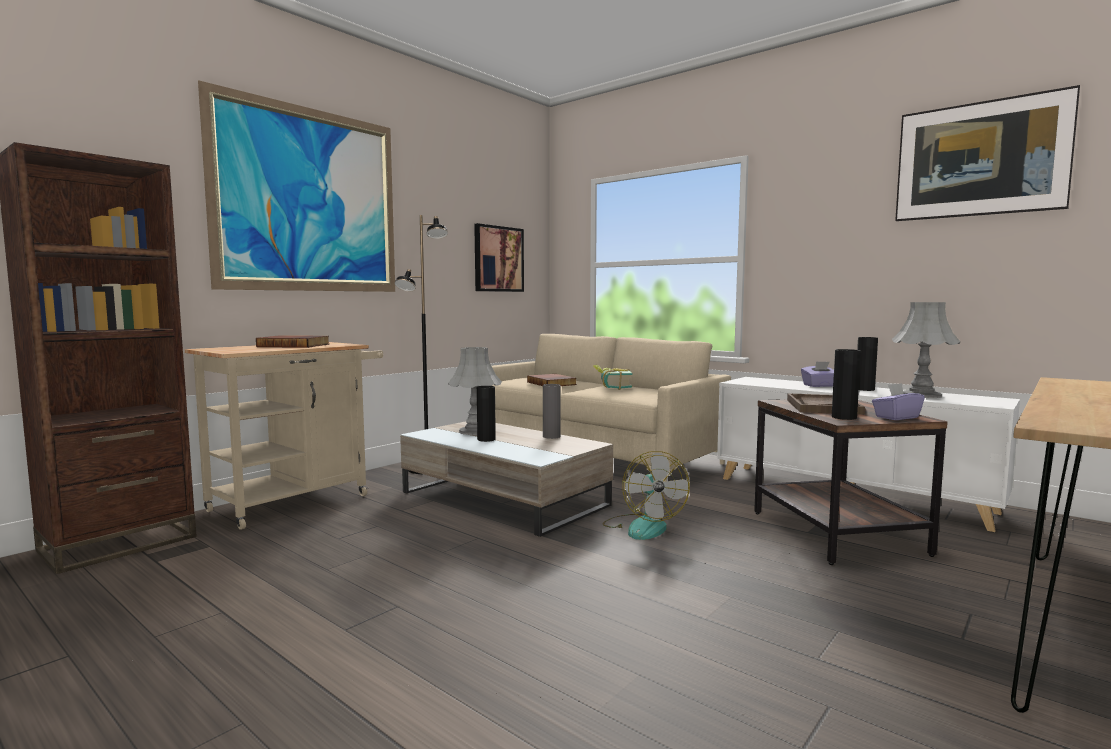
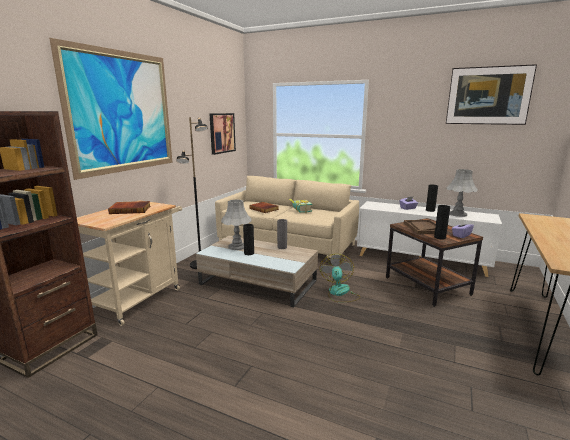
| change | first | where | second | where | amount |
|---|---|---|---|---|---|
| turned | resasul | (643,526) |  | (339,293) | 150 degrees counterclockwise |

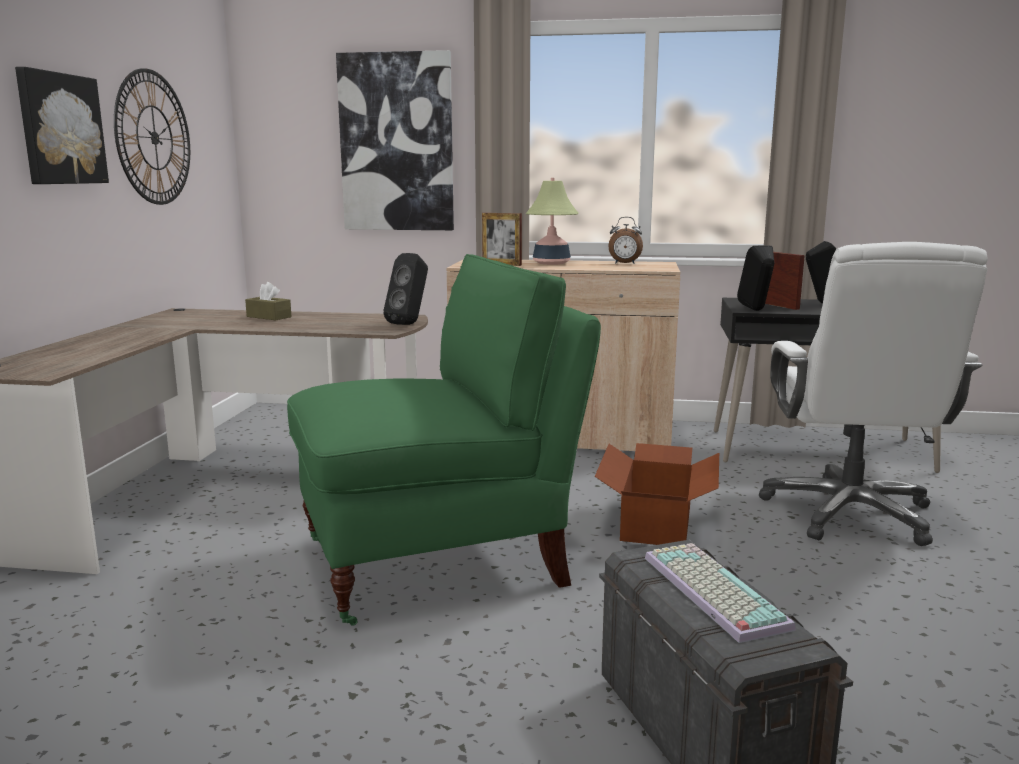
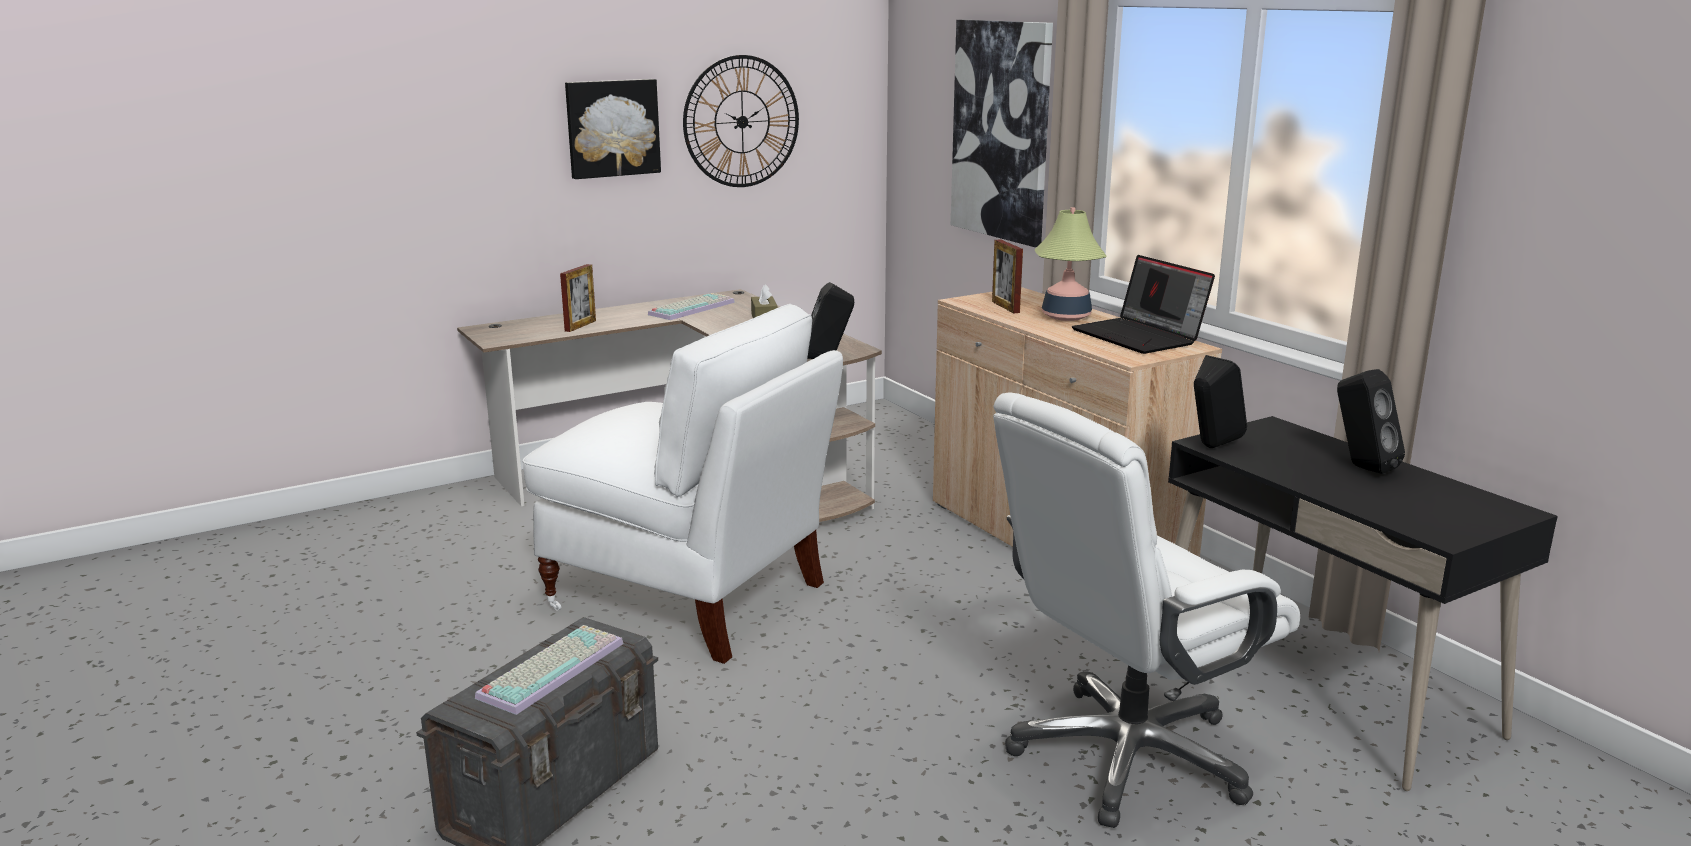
| change | first | where | second | where | amount |
|---|---|---|---|---|---|
| recoloured | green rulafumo | (438,561) | white rulafumo | (690,597) |  |
| removed | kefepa | (657,523) |  |  |  |
| replaced | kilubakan | (624,263) | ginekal | (1140,337) |  |
| moved | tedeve | (781,306) |  | (580,326) |  |
| added |  |  | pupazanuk | (691,308) |  |

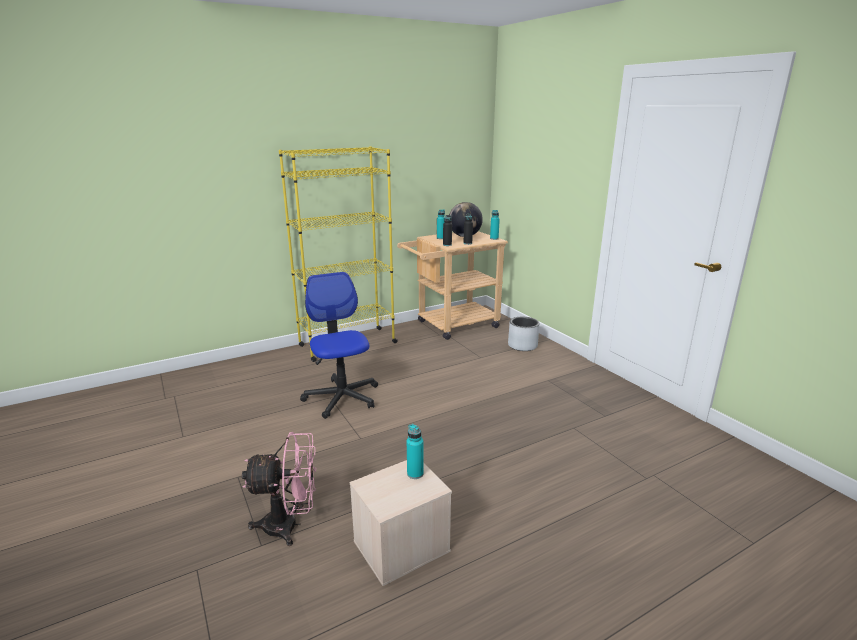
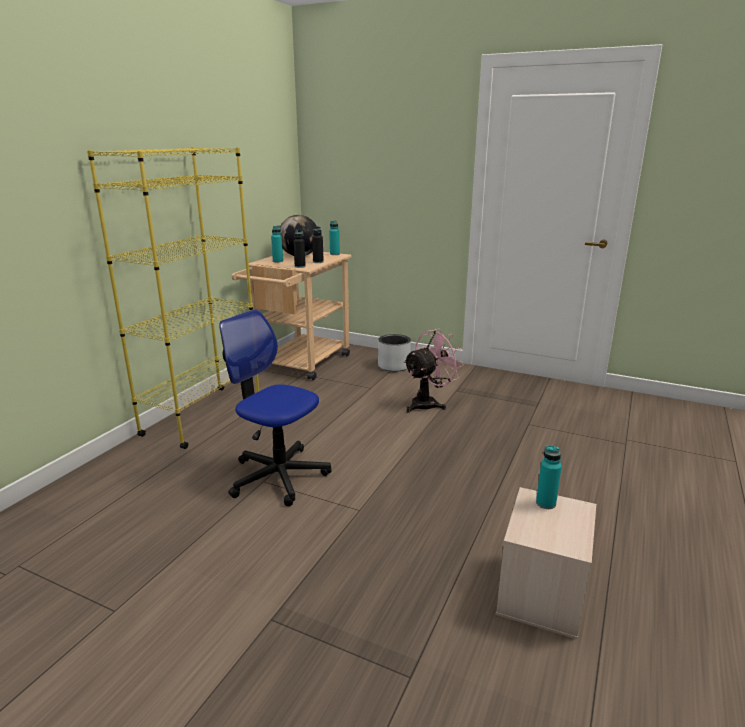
| change | first | where | second | where | amount |
|---|---|---|---|---|---|
| moved | pink resasul | (290,525) |  | (428,403) |  |

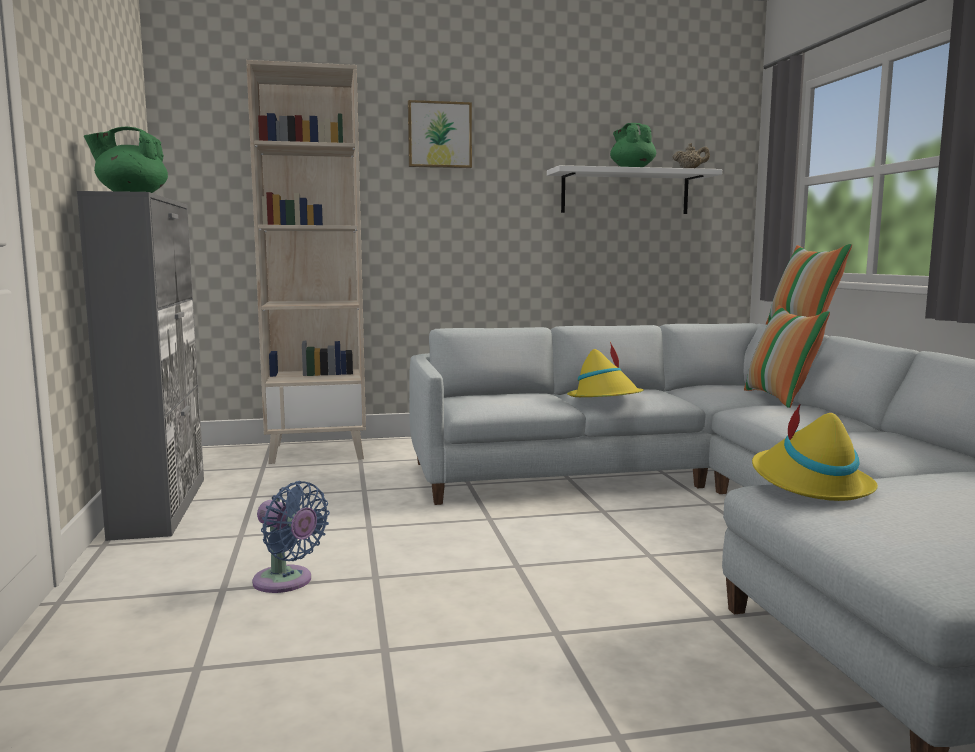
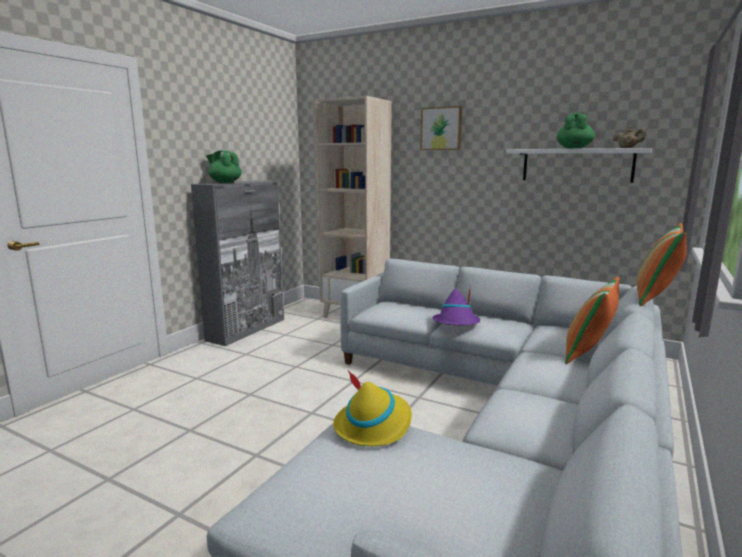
| change | first | where | second | where | amount |
|---|---|---|---|---|---|
| removed | blue resasul | (286,582) |  |  |  |
| recoloured | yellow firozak | (605,398) | purple firozak | (456,323) |  |

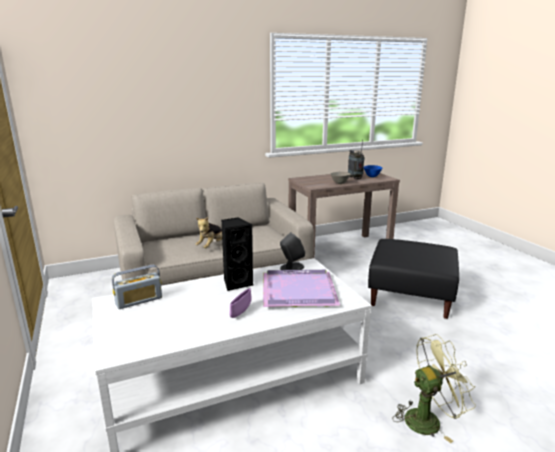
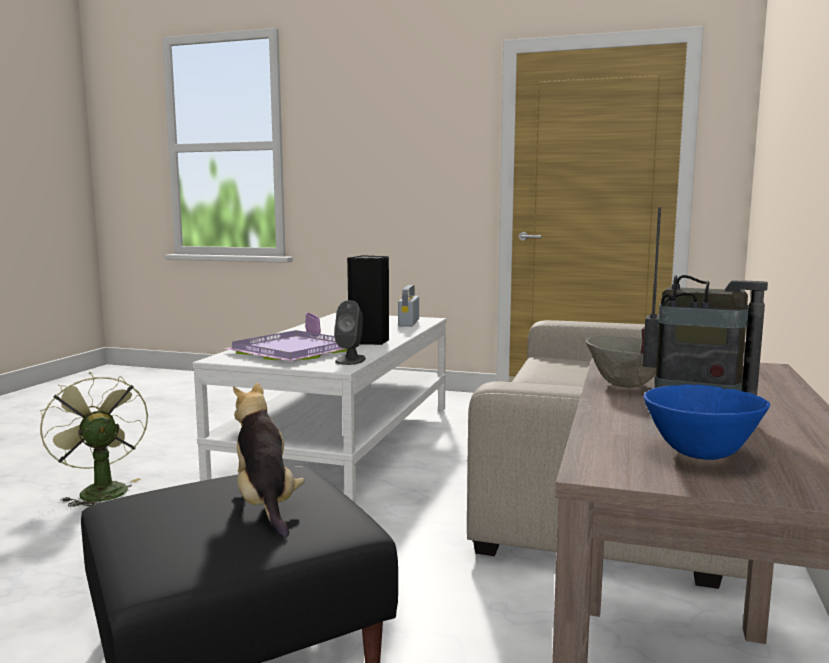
| change | first | where | second | where | amount |
|---|---|---|---|---|---|
| moved | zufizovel | (212,246) |  | (266,504) |  |
| turned | green resasul | (428,419) |  | (99,490) | 120 degrees clockwise |

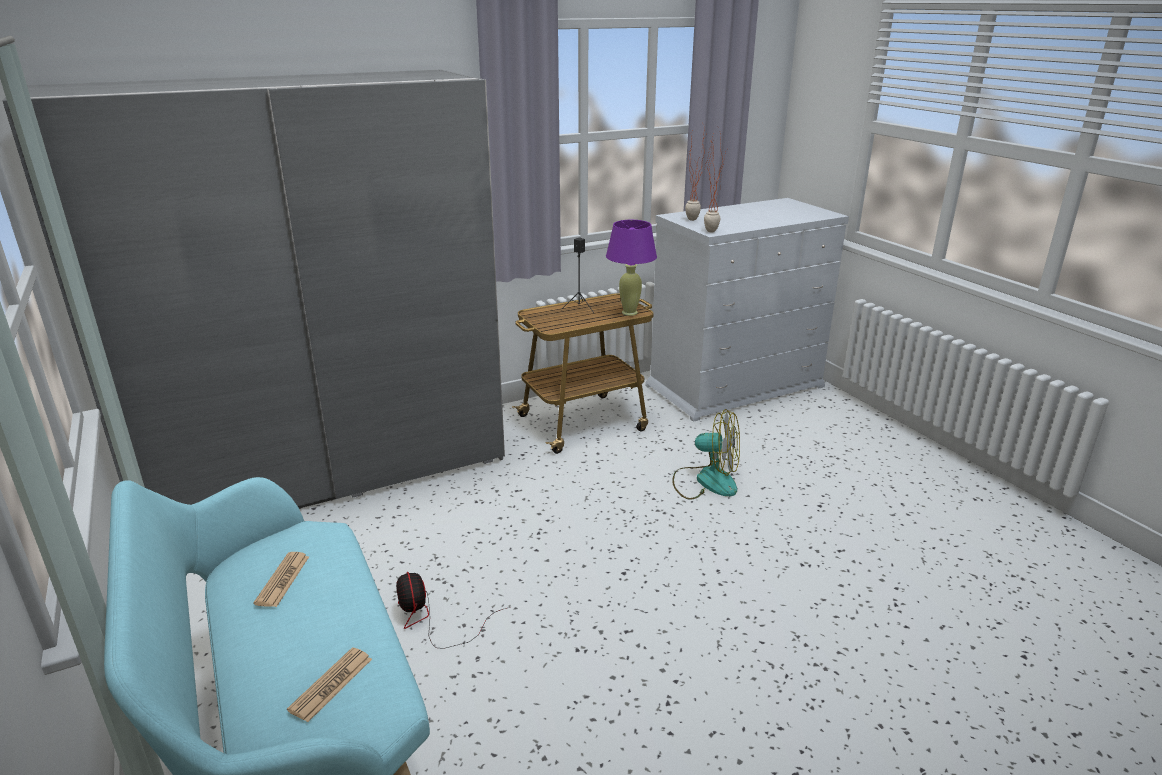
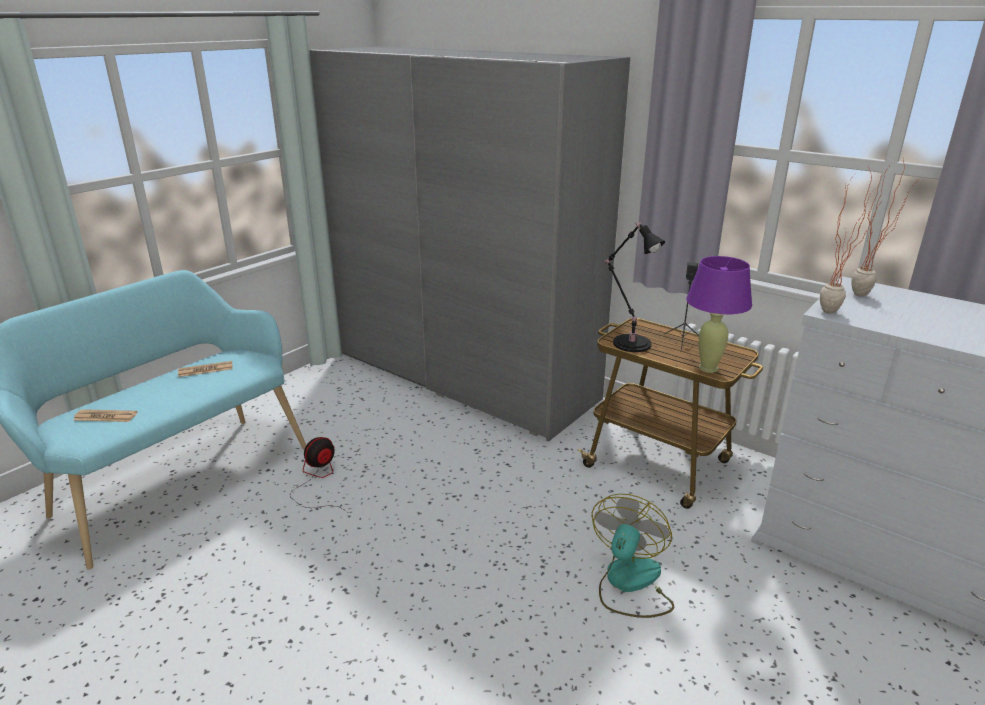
| change | first | where | second | where | amount |
|---|---|---|---|---|---|
| turned | resasul | (706,481) |  | (629,584) | 150 degrees counterclockwise |
| added |  |  | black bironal | (629,342) |  |

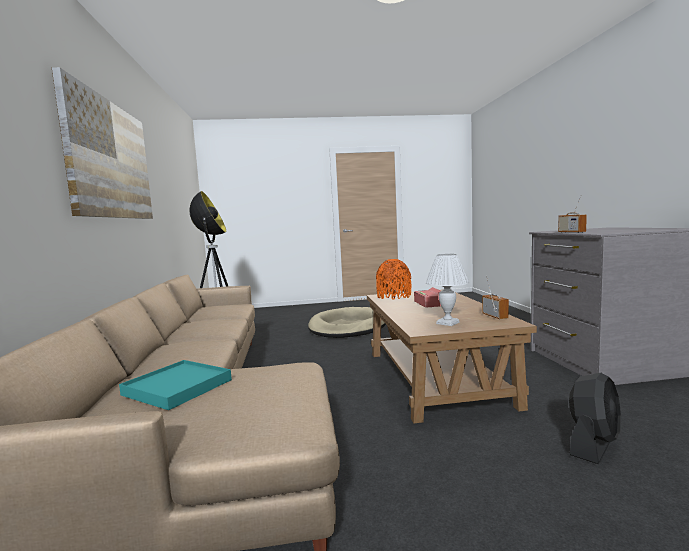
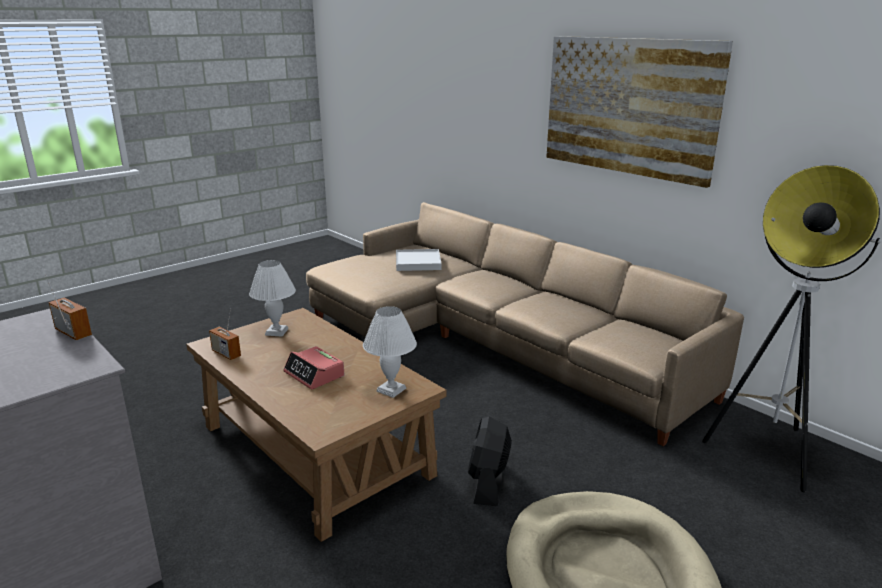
| change | first | where | second | where | amount |
|---|---|---|---|---|---|
| recoloured | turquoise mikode | (177,387) | white mikode | (418,262) |  |
| replaced | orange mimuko | (394,296) | white bironal | (391,389) |  |
| moved | black resasul | (593,444) |  | (488,483) |  |

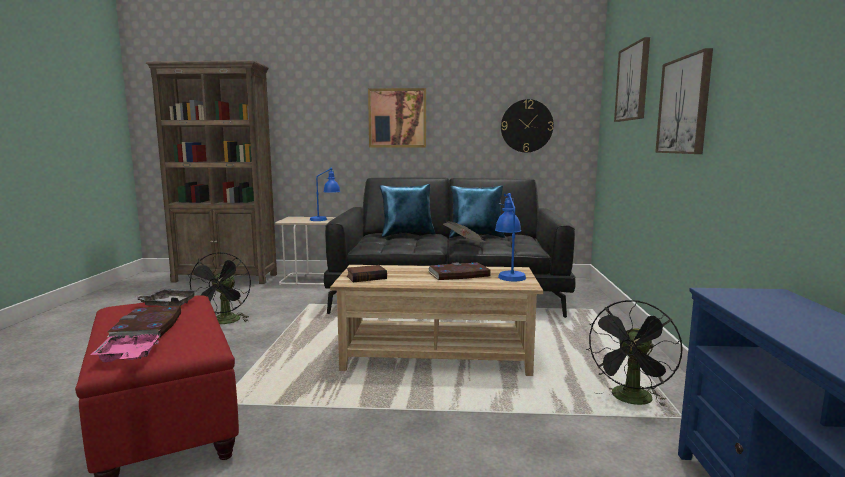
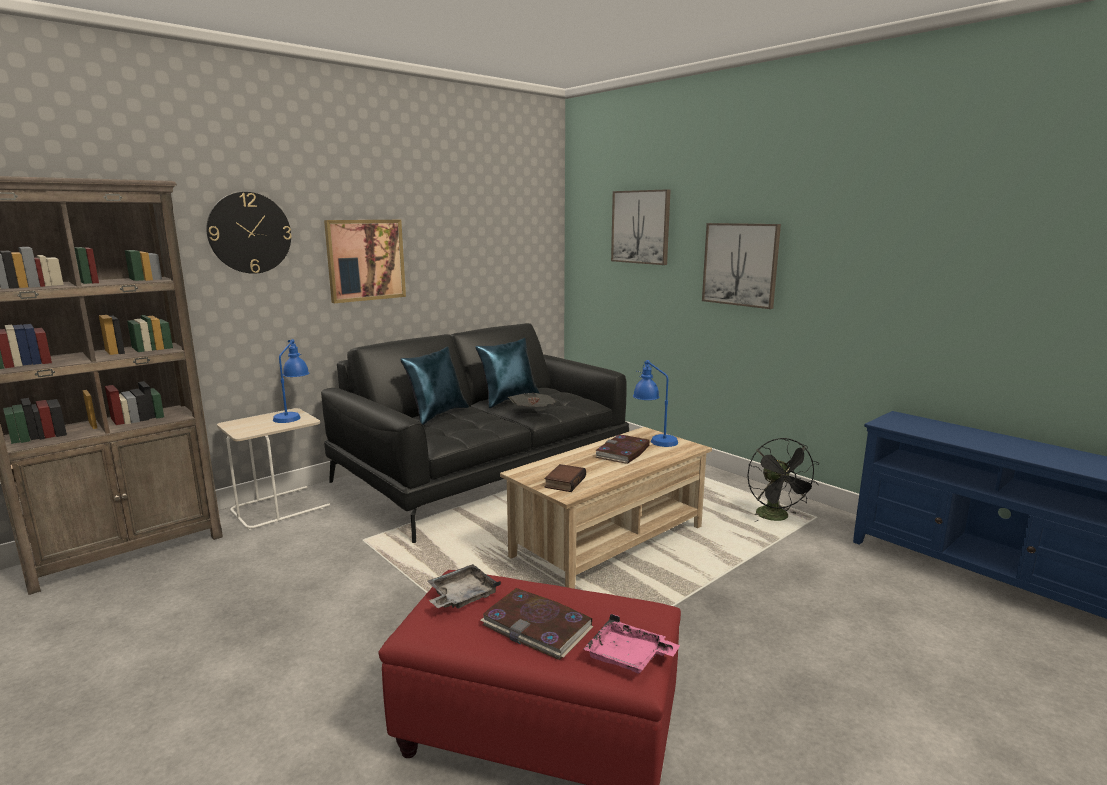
| change | first | where | second | where | amount |
|---|---|---|---|---|---|
| removed | black resasul | (225,322) |  |  |  |
| moved | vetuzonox | (526,126) |  | (249,233) |  |

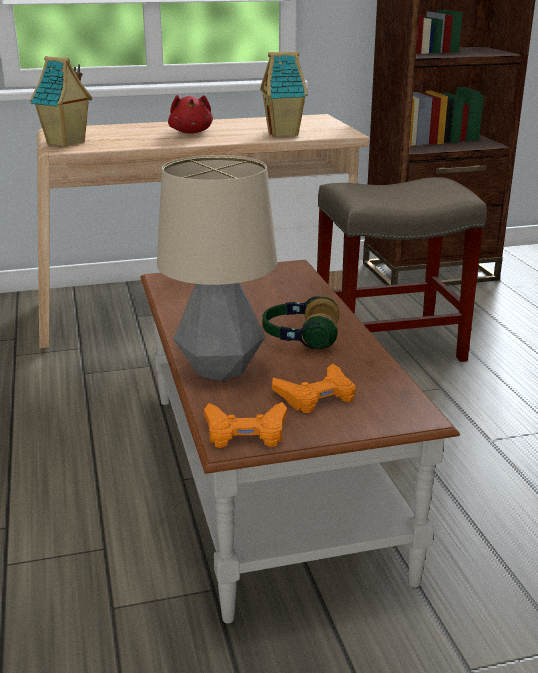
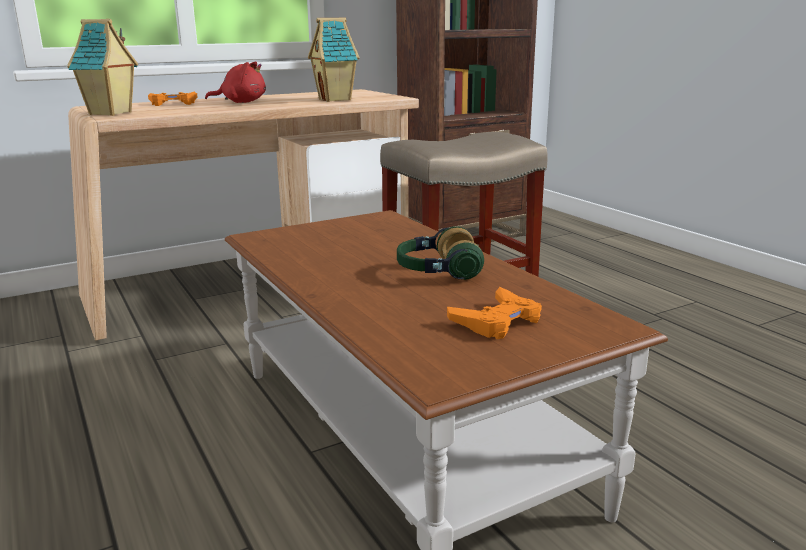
| change | first | where | second | where | amount |
|---|---|---|---|---|---|
| removed | bironal | (220,370) |  |  |  |
| turned | red zufizovel | (191,132) |  | (241,102) | 60 degrees counterclockwise |
| moved | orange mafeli | (245,432) |  | (173,103) |  |

